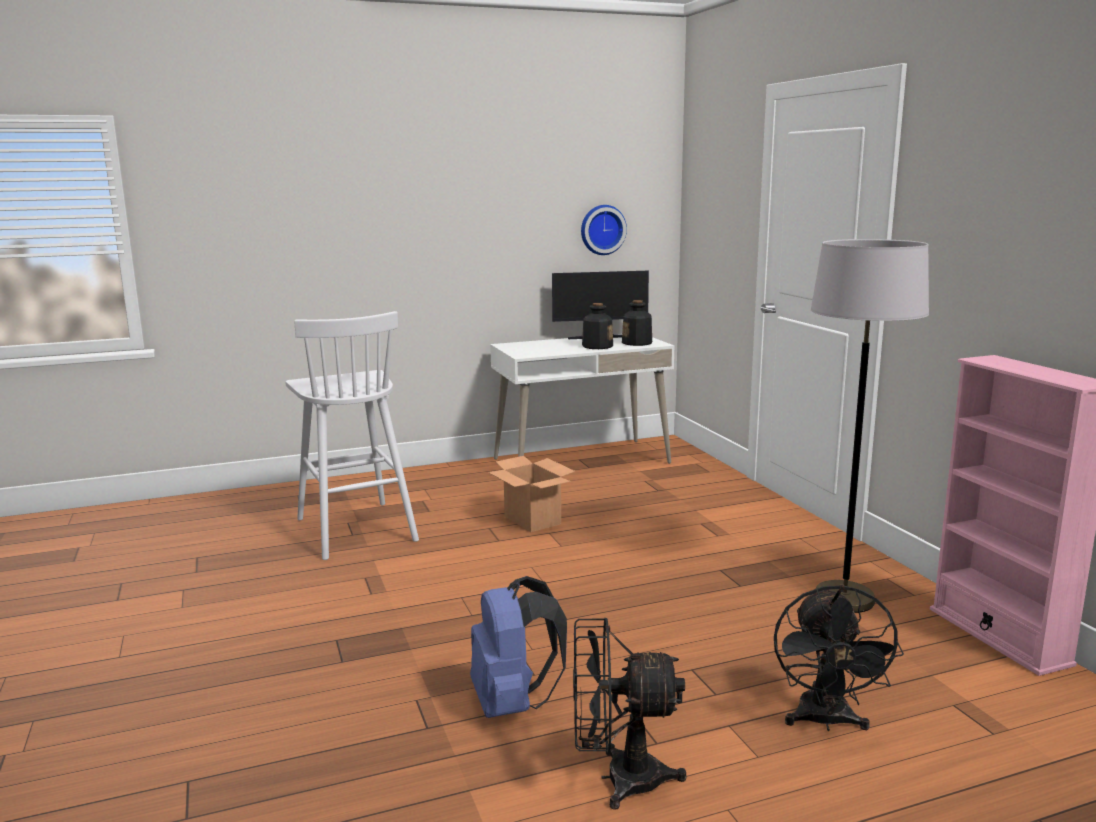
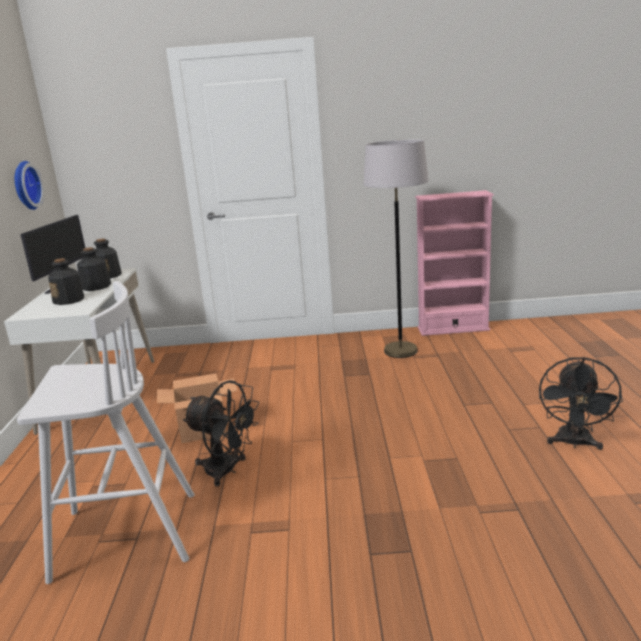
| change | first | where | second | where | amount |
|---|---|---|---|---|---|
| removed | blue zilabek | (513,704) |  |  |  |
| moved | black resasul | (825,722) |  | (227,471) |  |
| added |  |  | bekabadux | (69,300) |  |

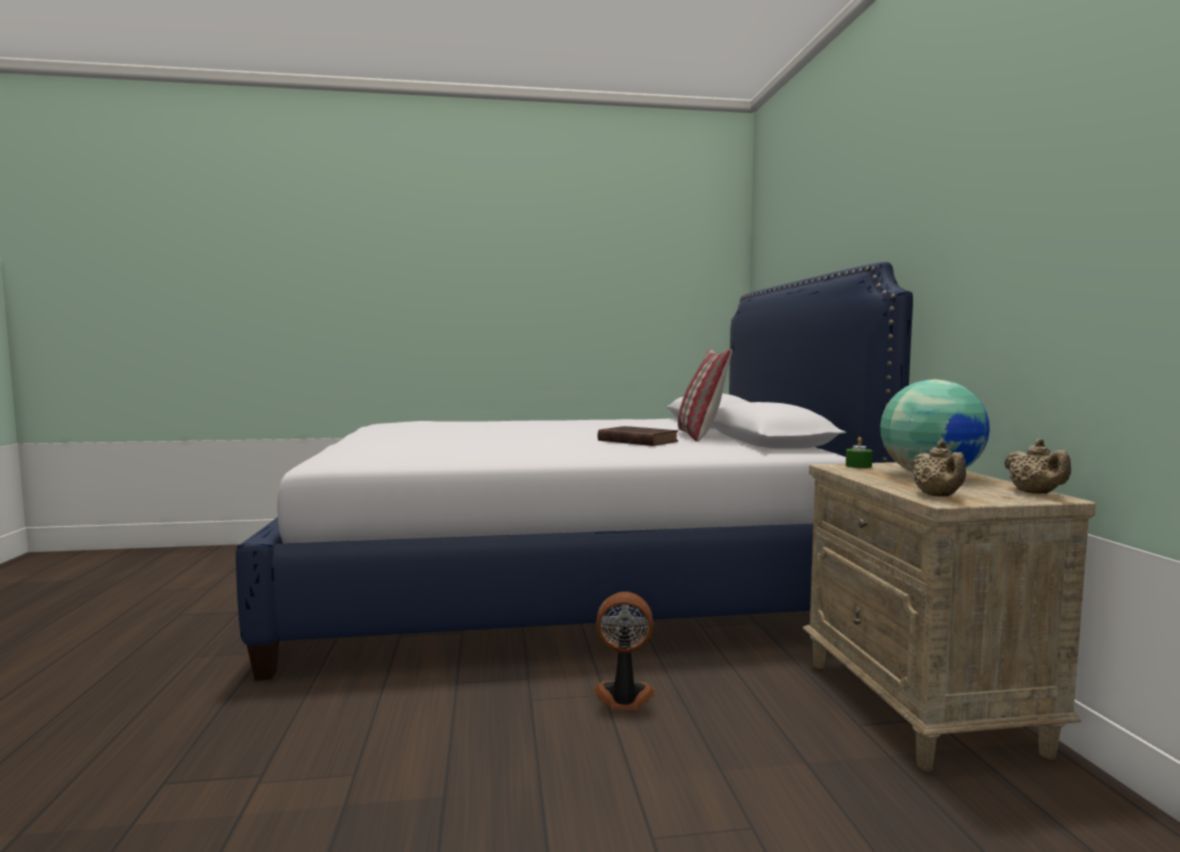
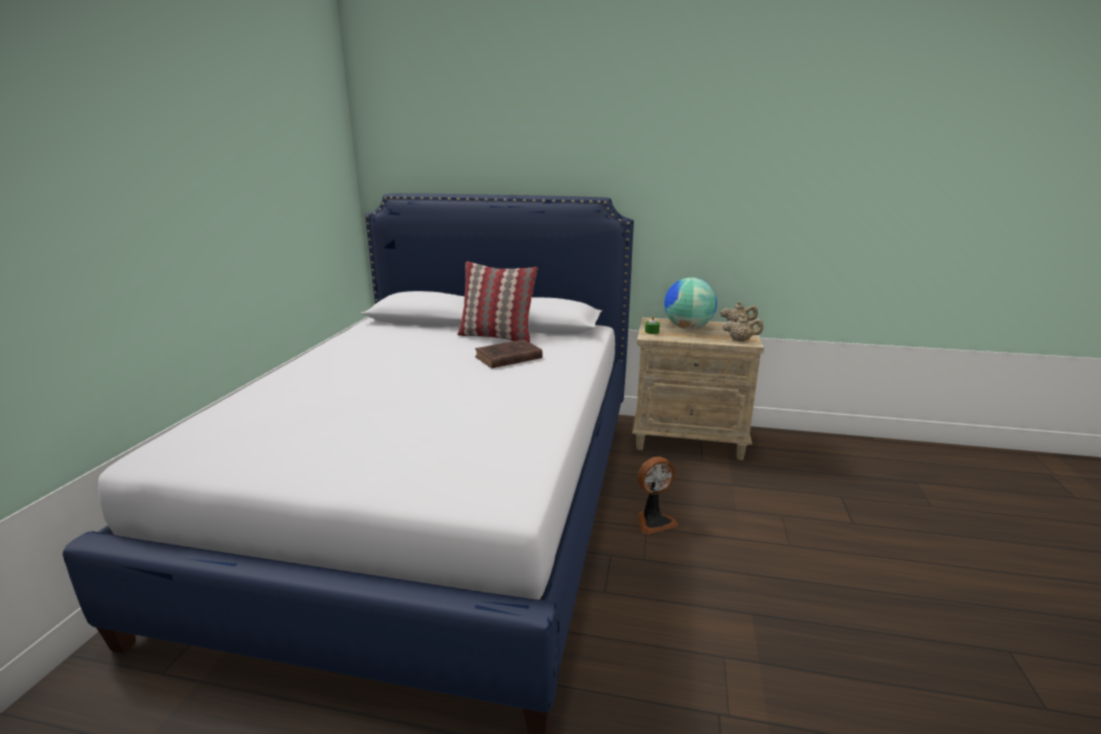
| change | first | where | second | where | amount |
|---|---|---|---|---|---|
| turned | resasul | (624,698) |  | (654,521) | 135 degrees counterclockwise |

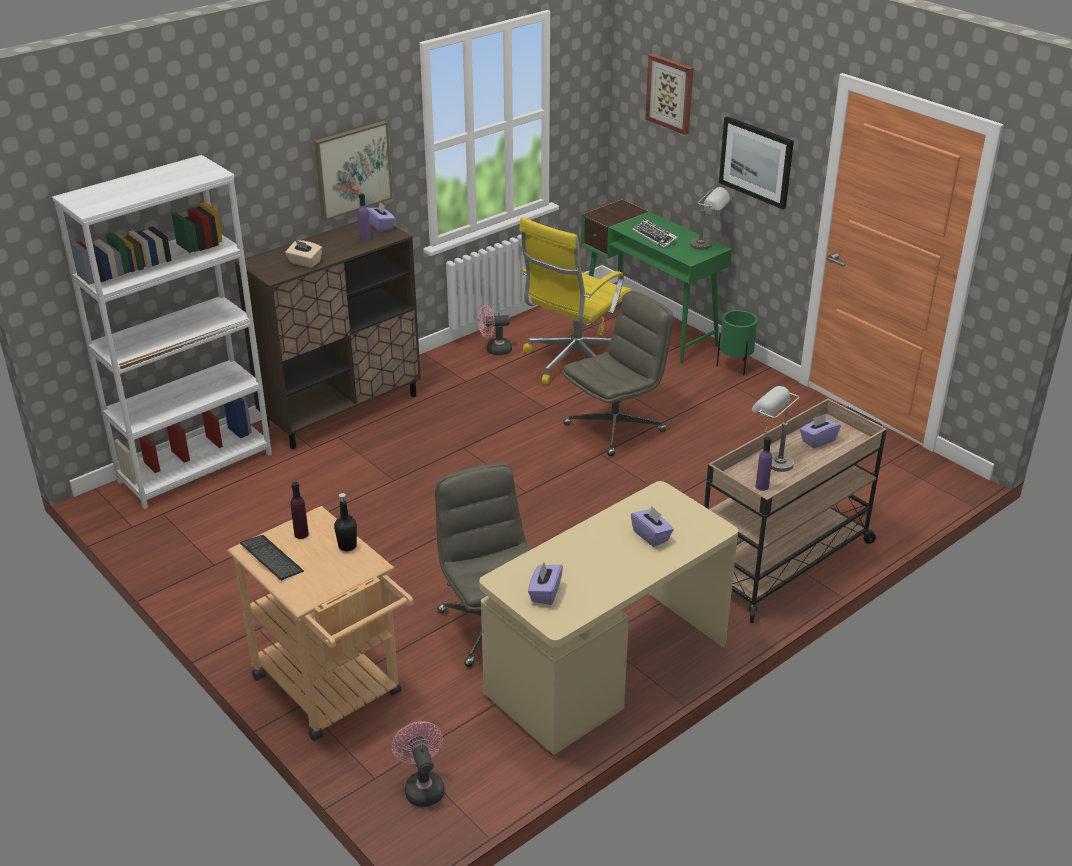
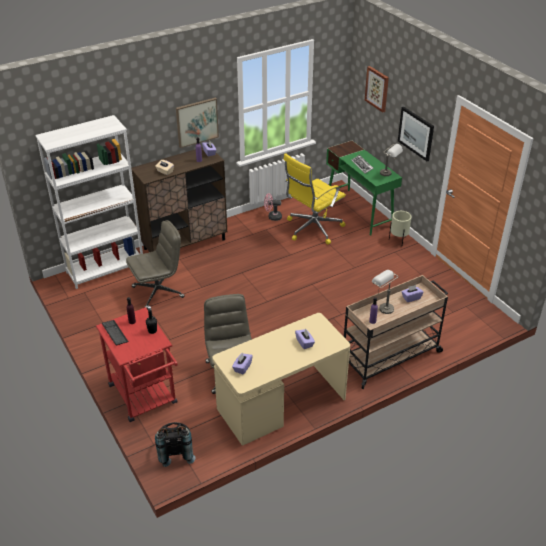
| change | first | where | second | where | amount |
|---|---|---|---|---|---|
| recoloured | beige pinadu | (334,692) | red pinadu | (145,398) |  |
| replaced | pink resasul | (422,786) | black zilabek | (175,452) |  |
| moved | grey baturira | (615,427) |  | (158,292) |  |
| recoloured | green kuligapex | (735,367) | beige kuligapex | (398,241) |  |

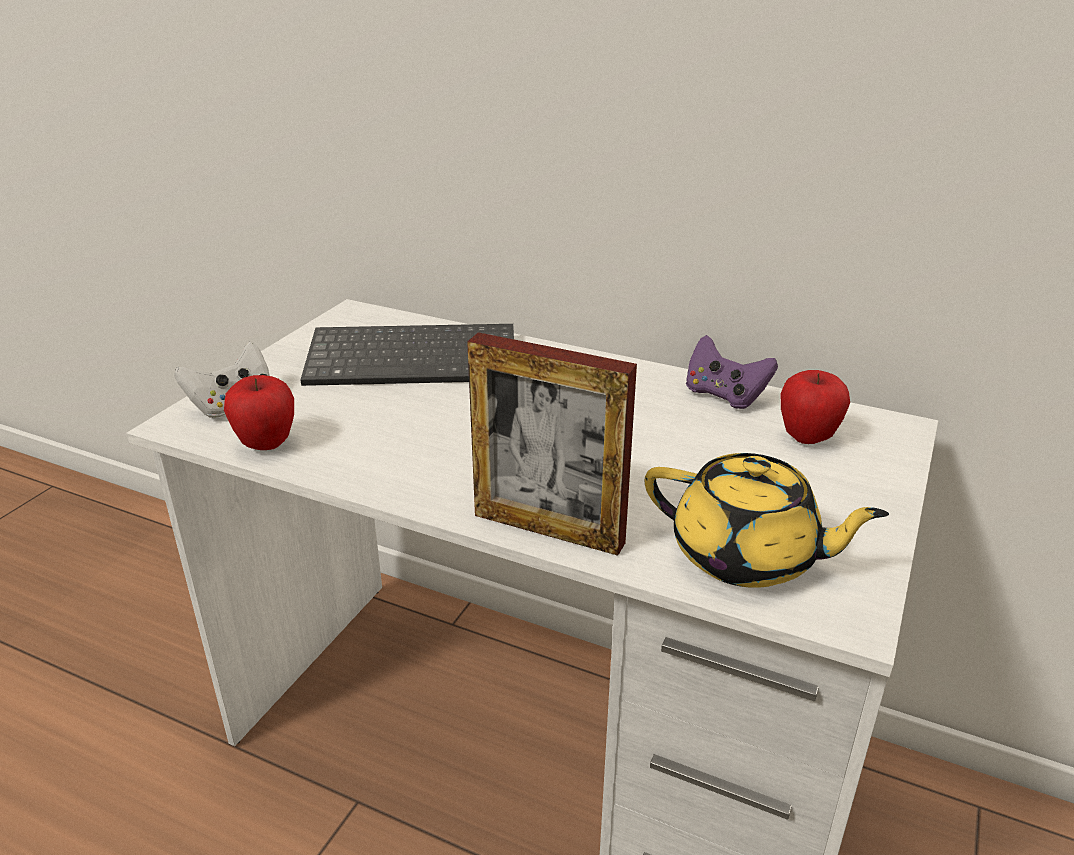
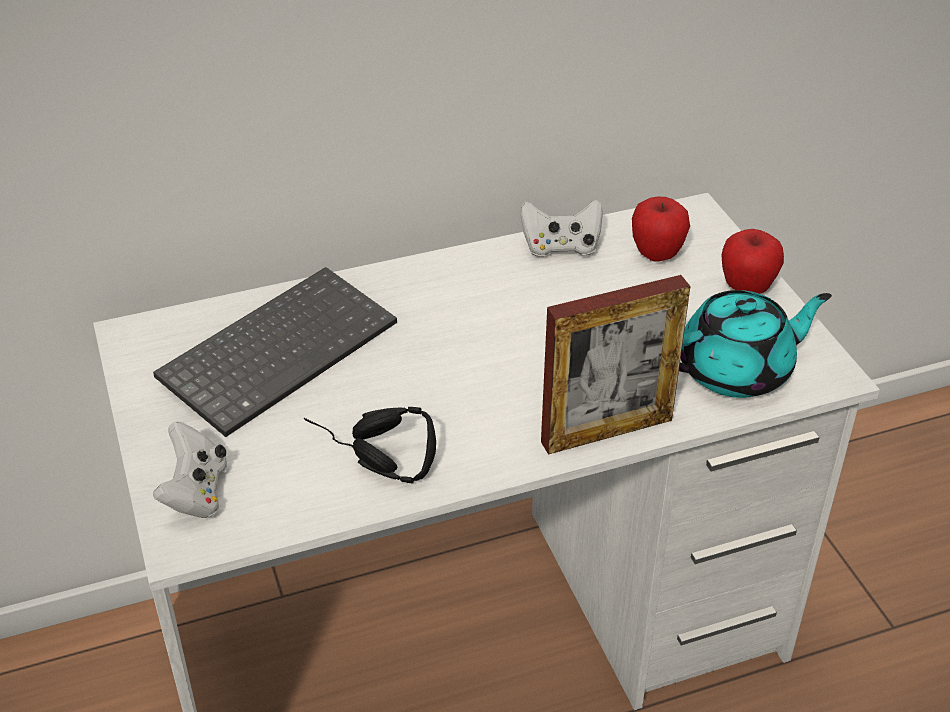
| change | first | where | second | where | amount |
|---|---|---|---|---|---|
| moved | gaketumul | (266,444) |  | (746,288) |  |
| recoloured | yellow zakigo | (747,556) | turquoise zakigo | (737,370) |  |
| recoloured | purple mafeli | (724,395) | white mafeli | (561,247) |  |
| added |  |  | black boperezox | (367,459) |  |

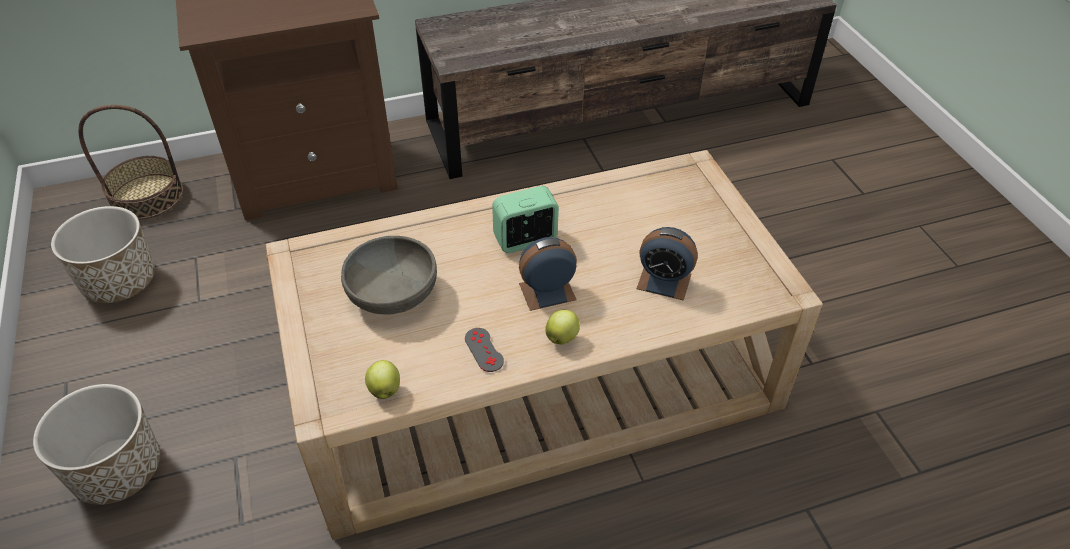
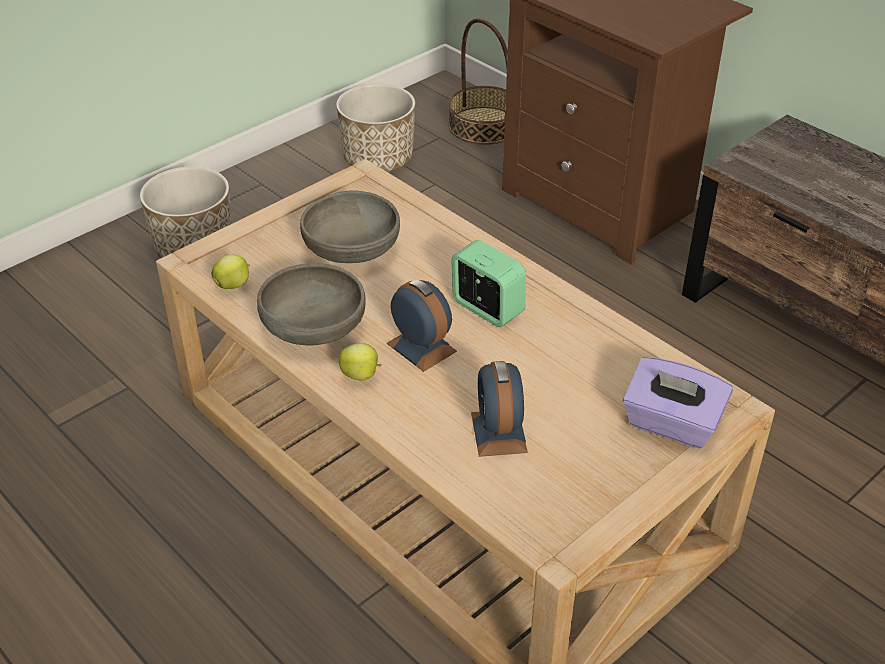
| change | first | where | second | where | amount |
|---|---|---|---|---|---|
| replaced | grey mafeli | (484,350) | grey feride | (313,328) |  |
| added |  |  | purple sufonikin | (671,424) |  |

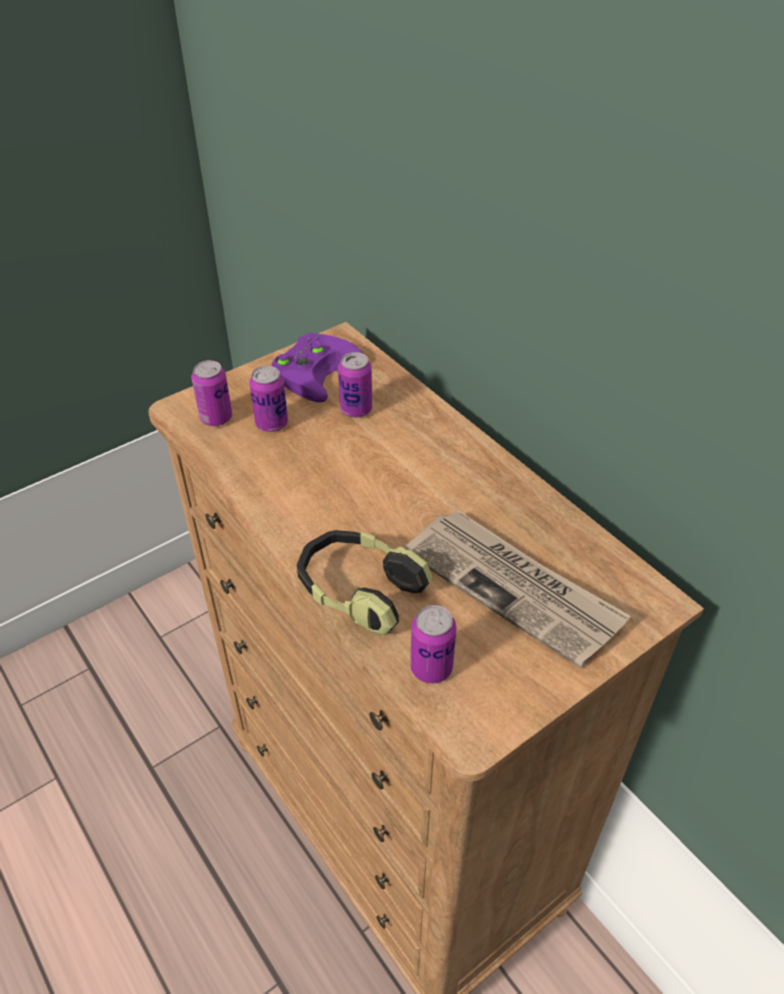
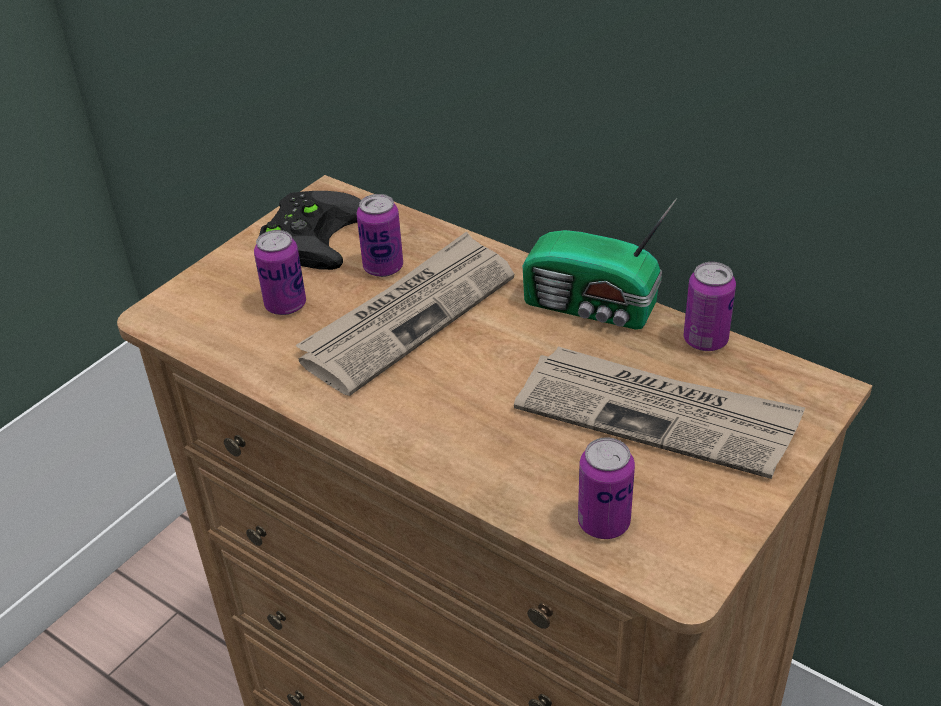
| change | first | where | second | where | amount |
|---|---|---|---|---|---|
| moved | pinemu | (216,418) |  | (705,340) |  |
| recoloured | purple mafeli | (315,369) | black mafeli | (312,233) |  |
| removed | boperezox | (359,591) |  |  |  |
| added |  |  | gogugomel | (409,316) |  |
| added |  |  | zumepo | (592,308) |  |

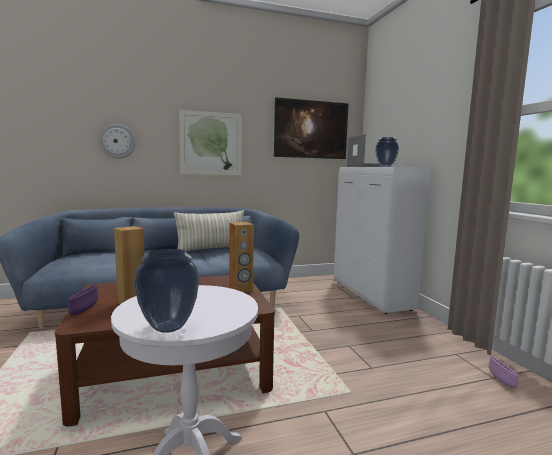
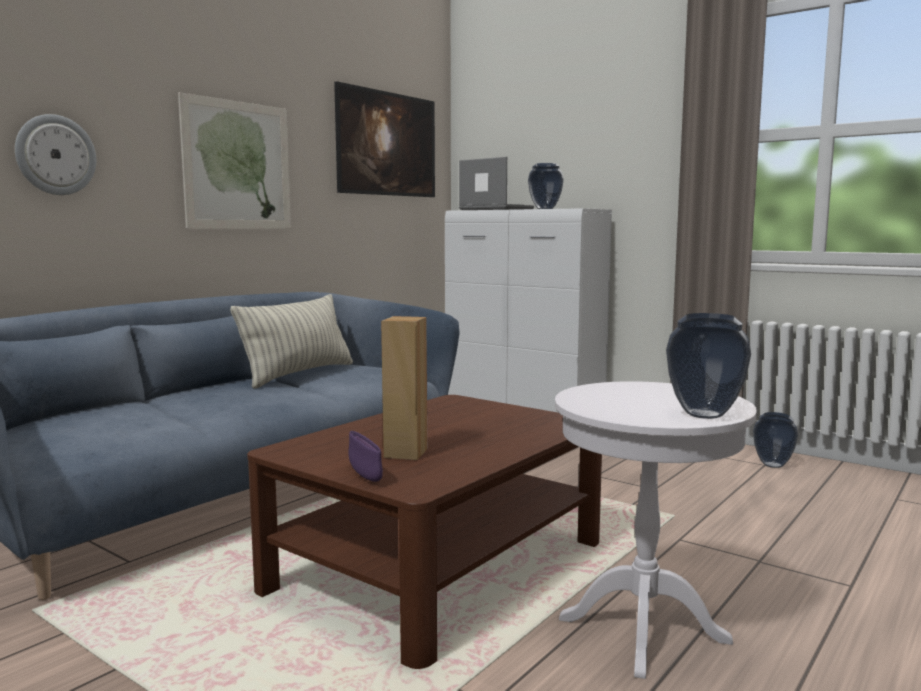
| change | first | where | second | where | amount |
|---|---|---|---|---|---|
| removed | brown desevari | (241,290) |  |  |  |
| replaced | purple feride | (501,381) | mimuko | (773,465) |  |

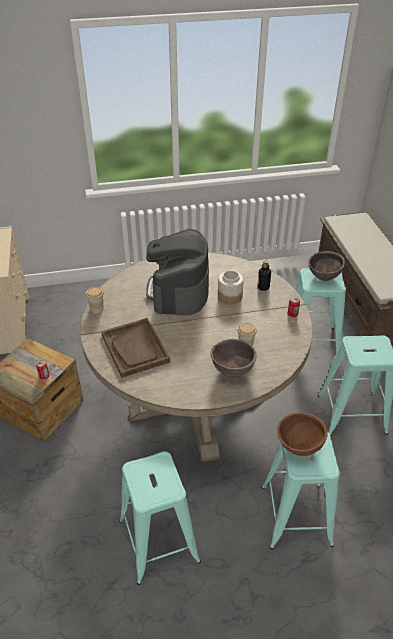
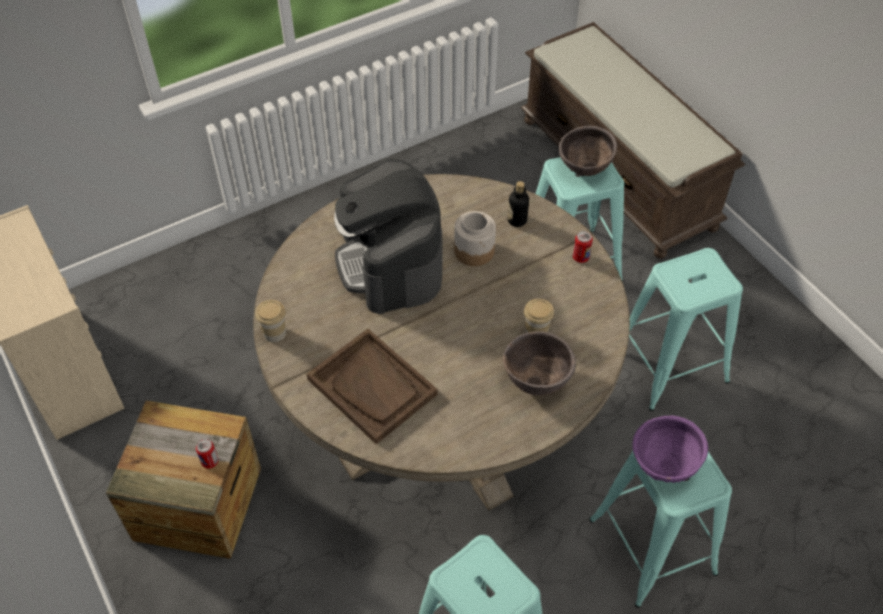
| change | first | where | second | where | amount |
|---|---|---|---|---|---|
| recoloured | brown feride | (299,447) | purple feride | (663,466) |  |

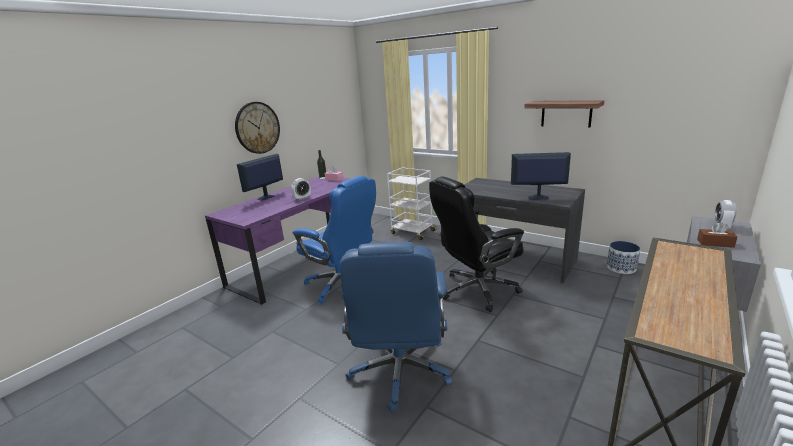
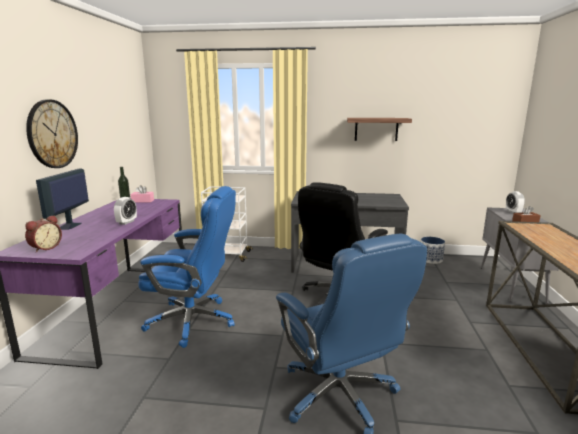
| change | first | where | second | where | amount |
|---|---|---|---|---|---|
| removed | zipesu | (538,197) |  |  |  |
| added |  |  | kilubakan | (45,248) |  |

